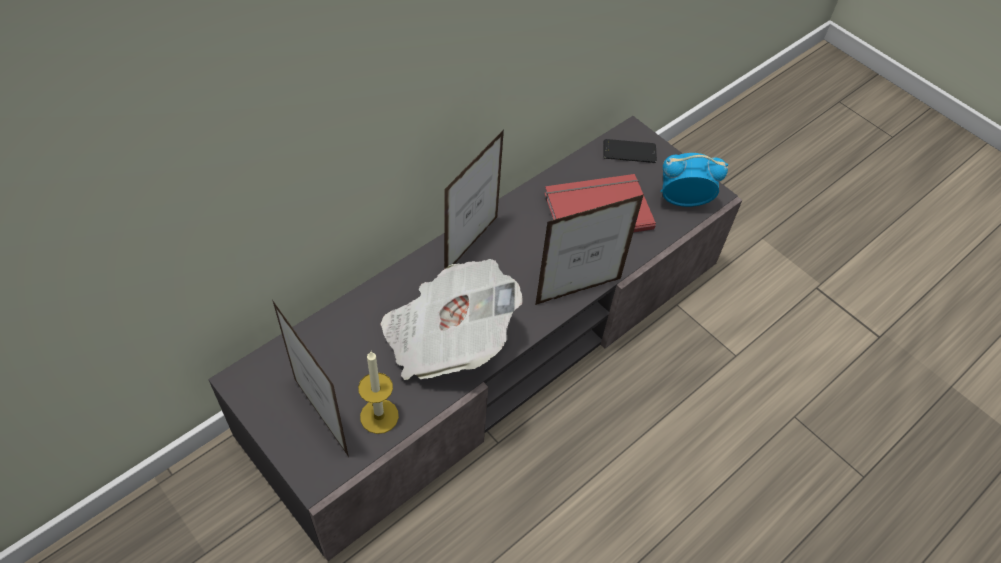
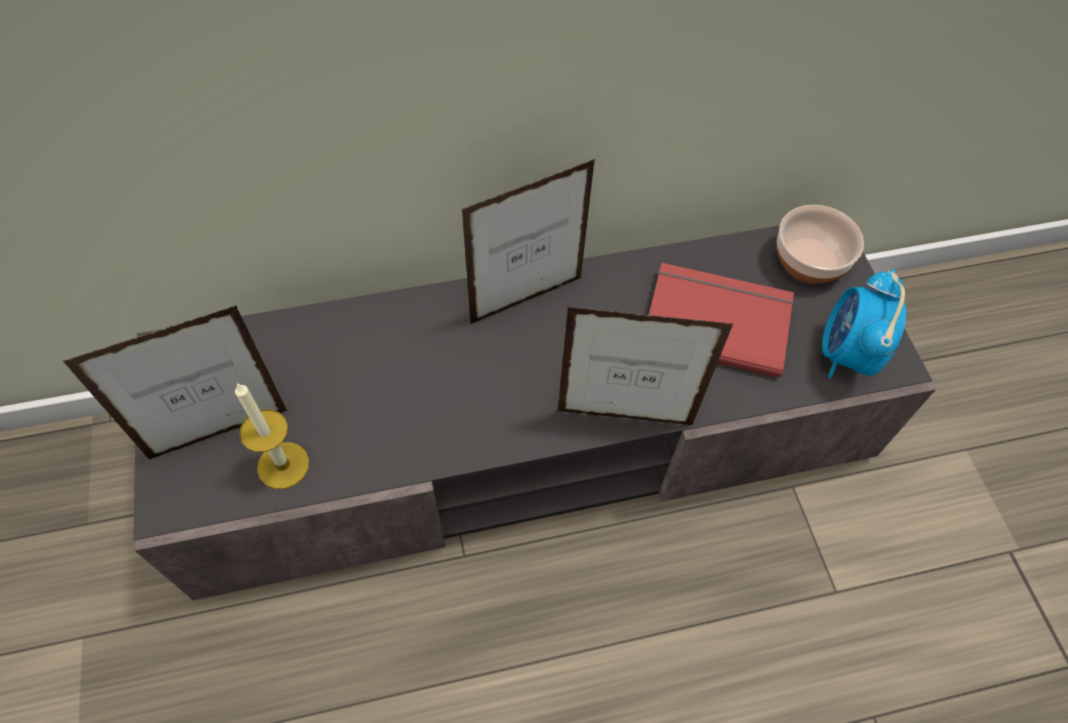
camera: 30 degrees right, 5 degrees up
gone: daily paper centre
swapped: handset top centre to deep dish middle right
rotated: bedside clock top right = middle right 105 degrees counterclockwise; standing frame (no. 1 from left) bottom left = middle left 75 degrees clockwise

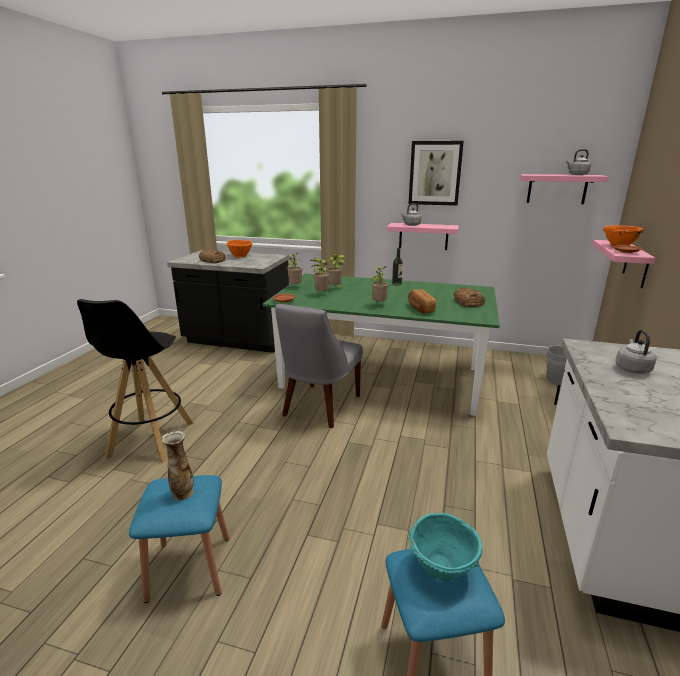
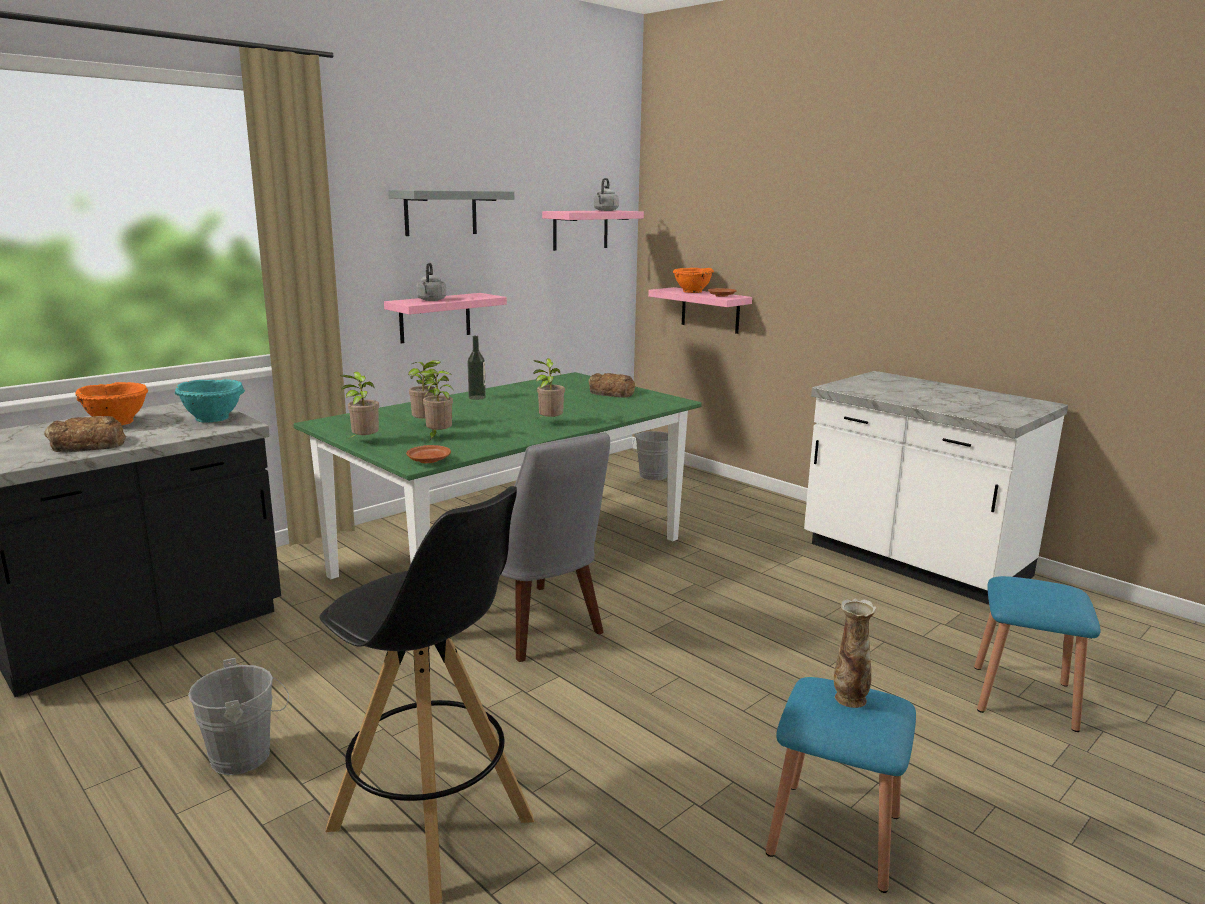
camera: 60 degrees left, 5 degrees down
gone: bread (no. 2 from left) centre; greyish kettle (no. 3 from left) middle right
new: greyish water bucket (no. 1 from left) bottom left
shifted: blue-green deep dish bottom centre to middle left
swapped: picture top centre to greyish bracket shelf top centre

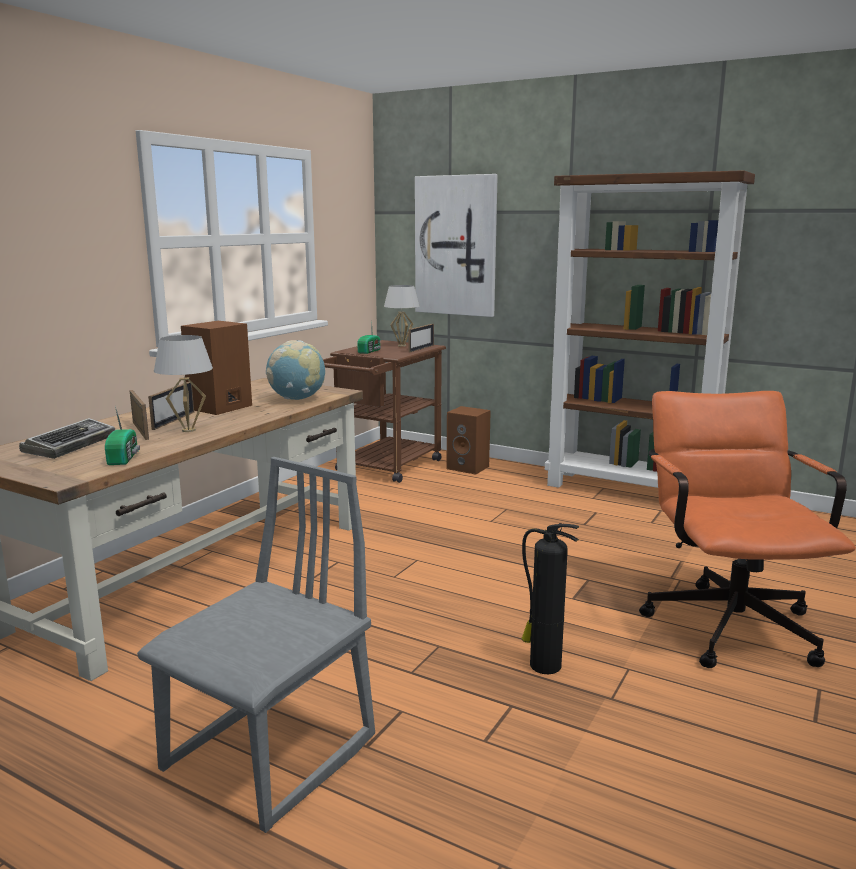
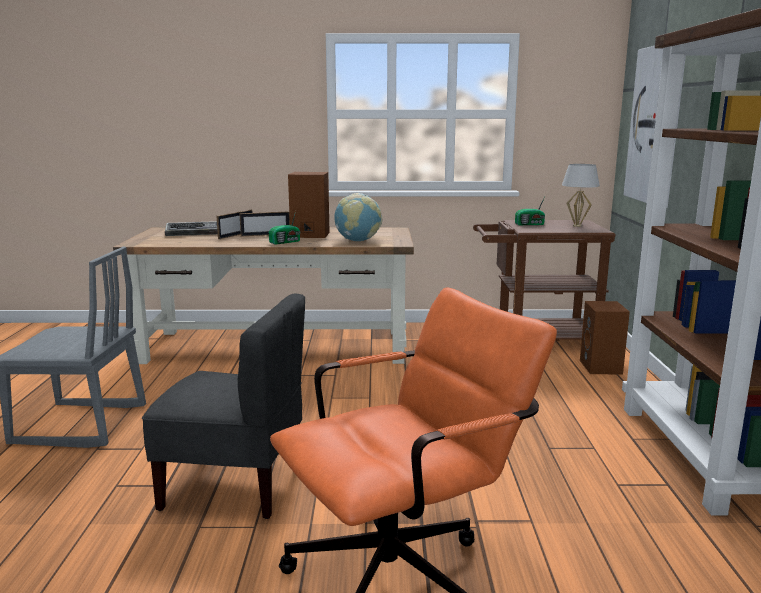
camera: 60 degrees right, 0 degrees up
gone: standing frame (no. 3 from left) centre; whitish tabletop lamp (no. 1 from left) middle left
shifted: radio receiver (no. 1 from left) middle left to centre
swapped: fire-fighting cylinder bottom centre to greyish upright chair (no. 2 from left) bottom left

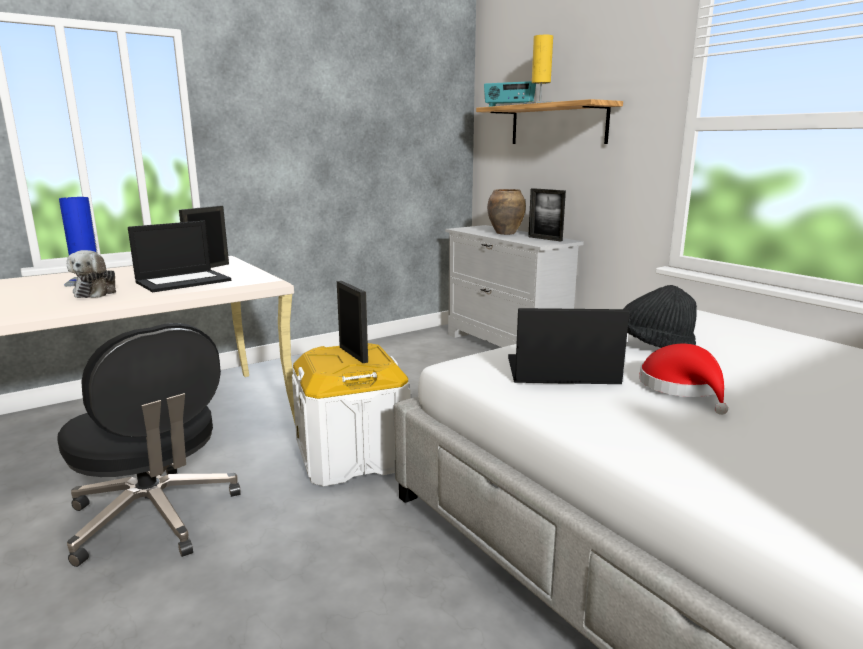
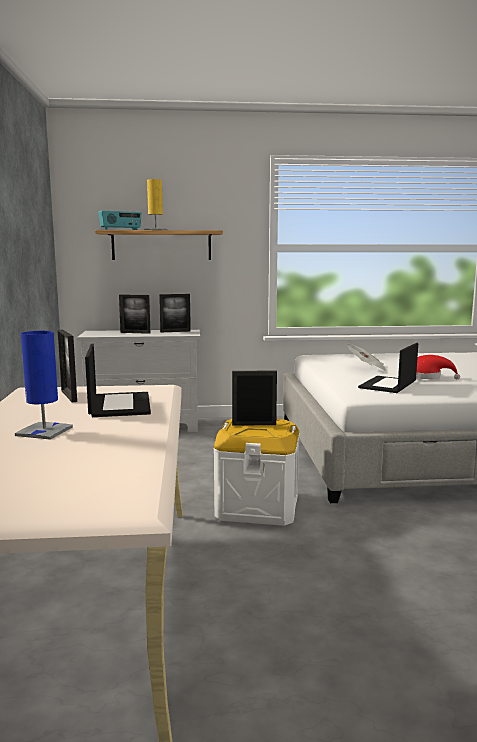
camera: 60 degrees left, 5 degrees down
gone: soft toy middle left; blackish computer chair bottom left
swapped: brownish flower vase top centre to standing frame (no. 2 from left) middle left; blackish wearable hat middle right to daily paper middle right

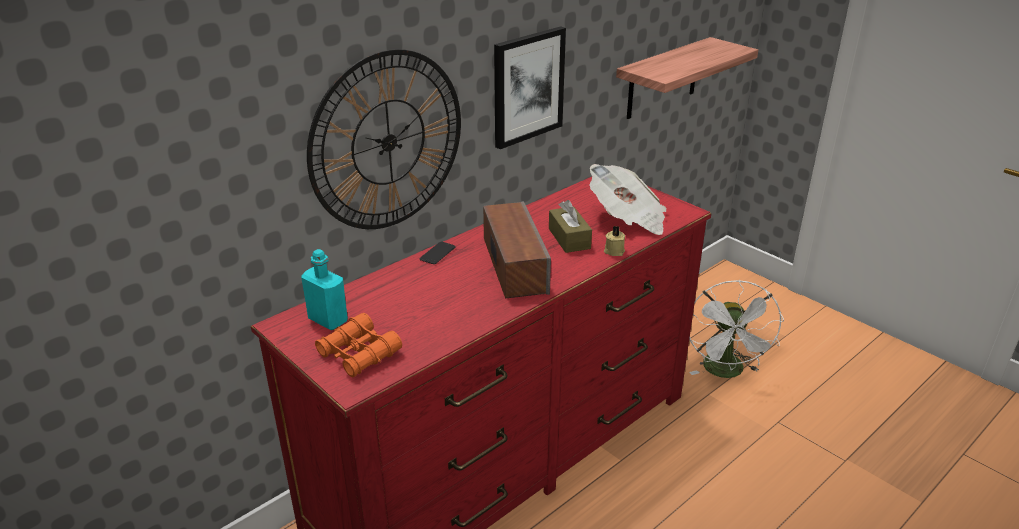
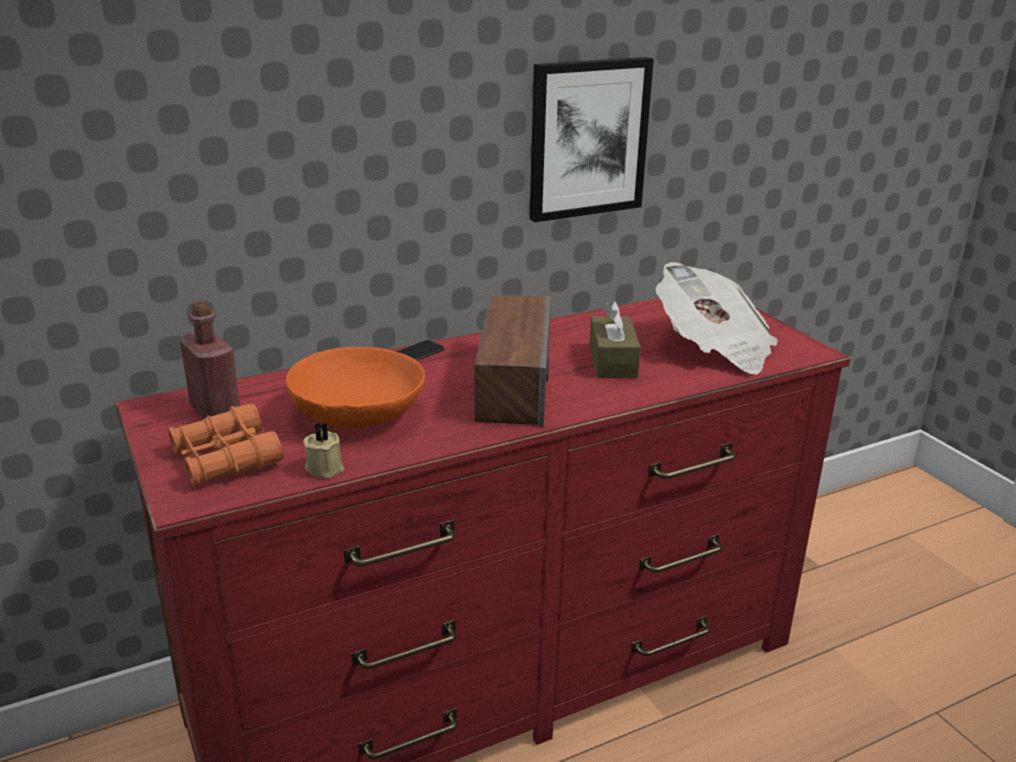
camera: 15 degrees right, 5 degrees down
gone: bracket shelf top right; wall clock top centre; whitish electric fan middle right
new: orange deep dish centre
shifted: sand-coloured wax light centre to middle left
repainted: blue-green drink bottle middle left to red drink bottle middle left

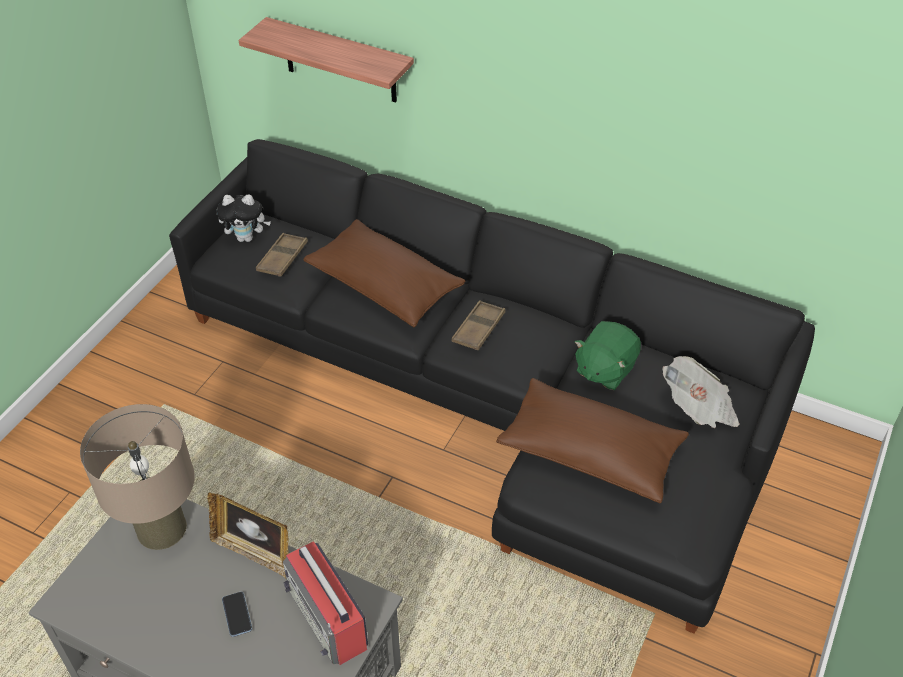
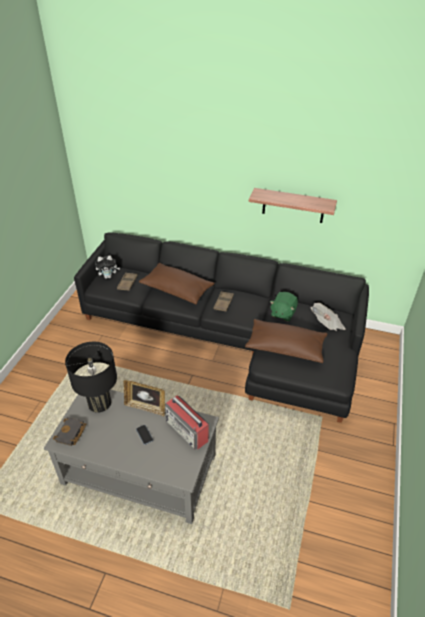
camera: 10 degrees left, 5 degrees down
new: blackish bound book bottom left
shifted: bracket shelf top centre to top right
repainted: sand-coloured tabletop lamp bottom left to blackish tabletop lamp middle left

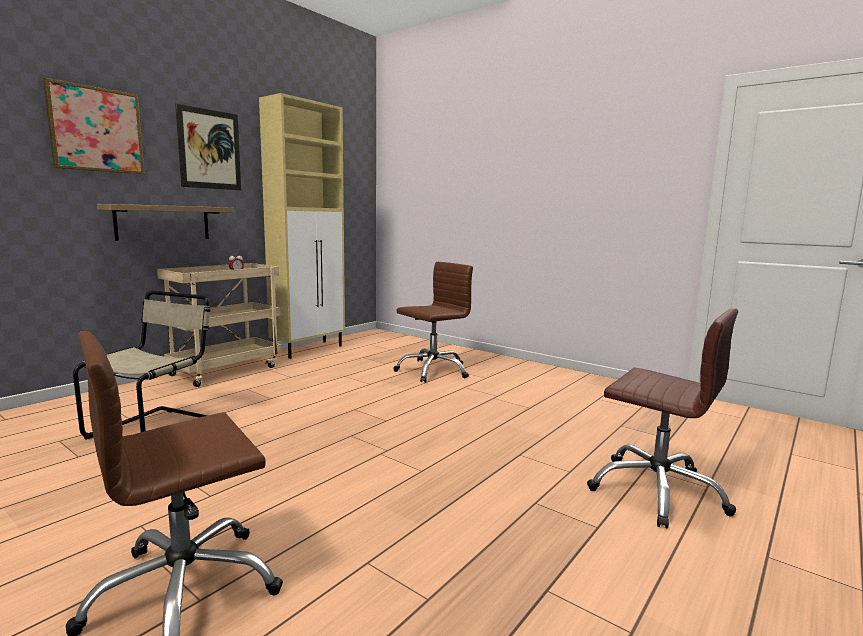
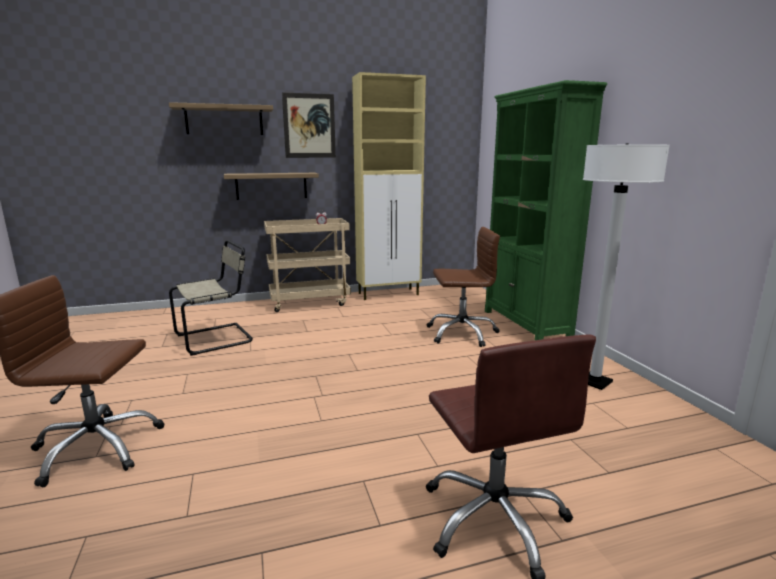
camera: 35 degrees right, 5 degrees up
new: green-coloured shelving unit middle right; whitish standard lamp middle right
swapped: picture (no. 1 from left) top left to bracket shelf (no. 1 from left) top left

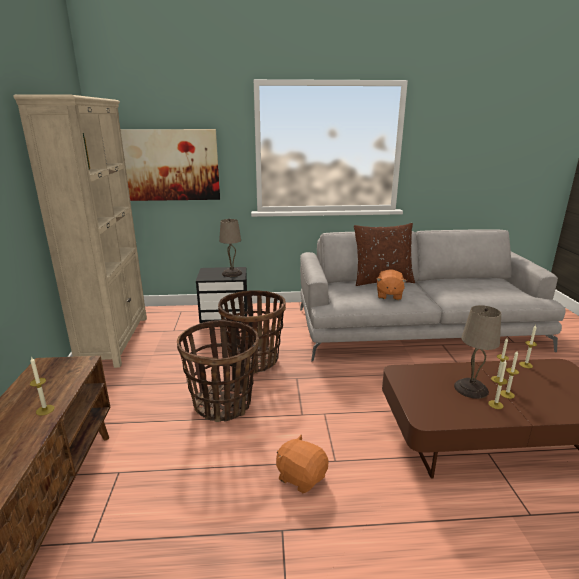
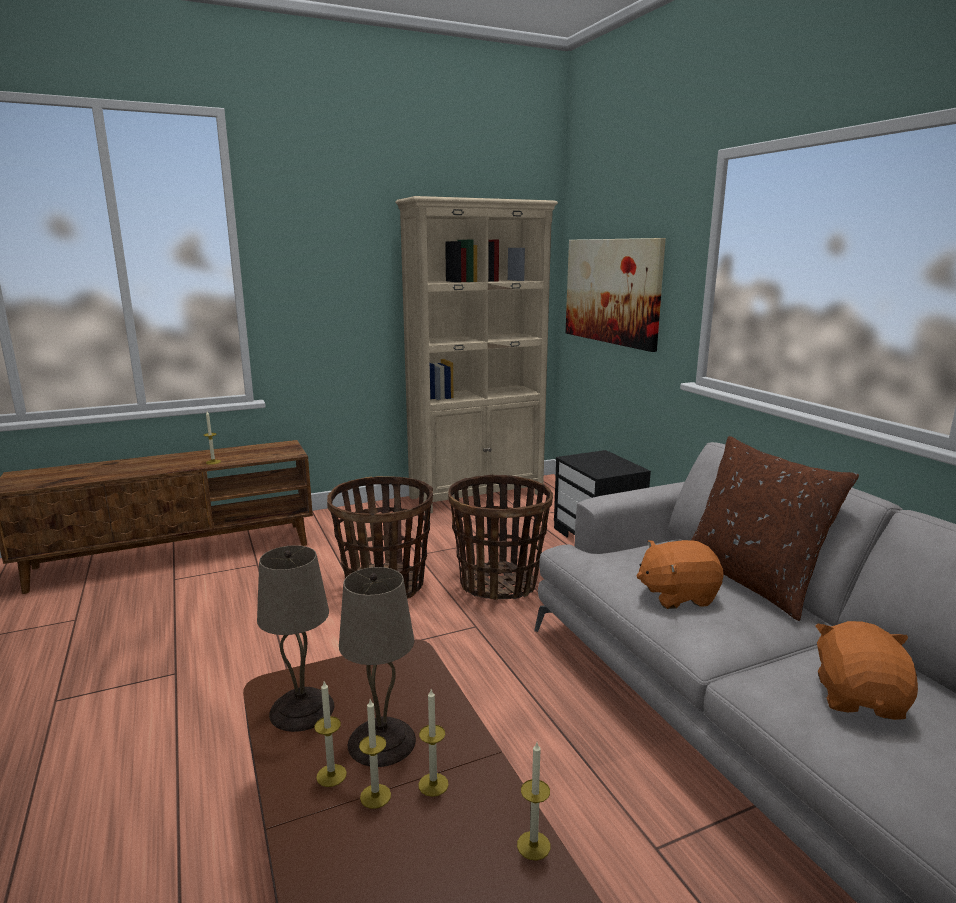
camera: 70 degrees right, 5 degrees down
shifted: sand-coloured tabletop lamp (no. 1 from left) centre to bottom left; orange soft toy (no. 1 from left in the first image) bottom centre to orange soft toy (no. 2 from left) bottom right

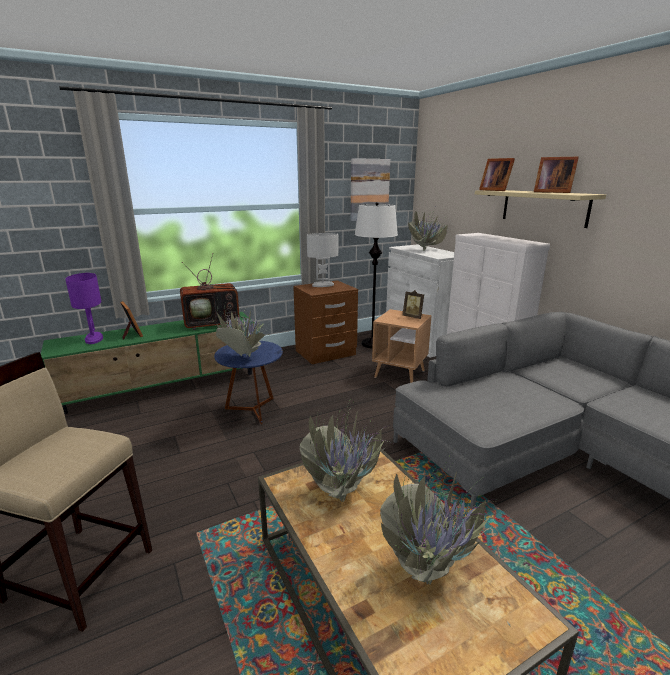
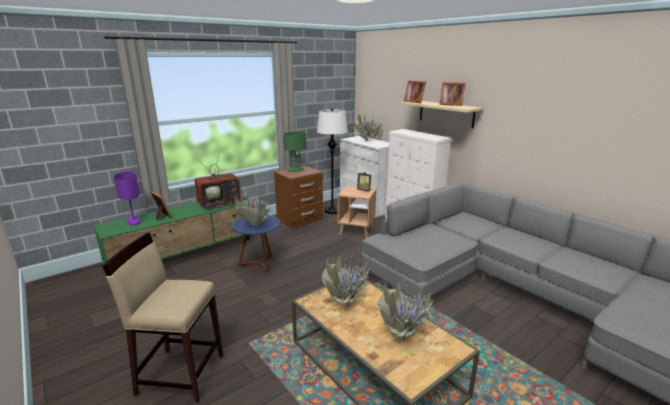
camera: 10 degrees left, 0 degrees up
gone: picture top centre
repainted: whitish tabletop lamp centre to green-coloured tabletop lamp centre

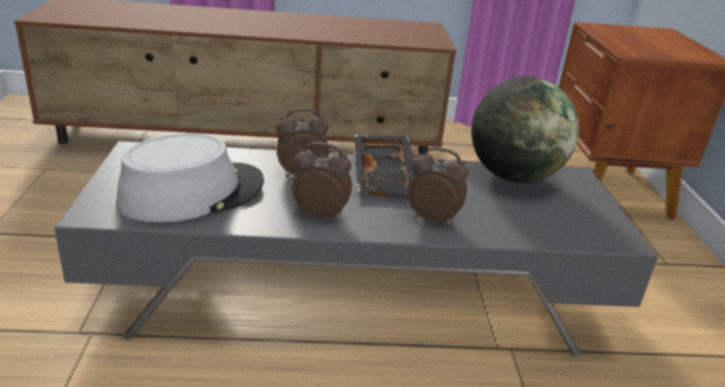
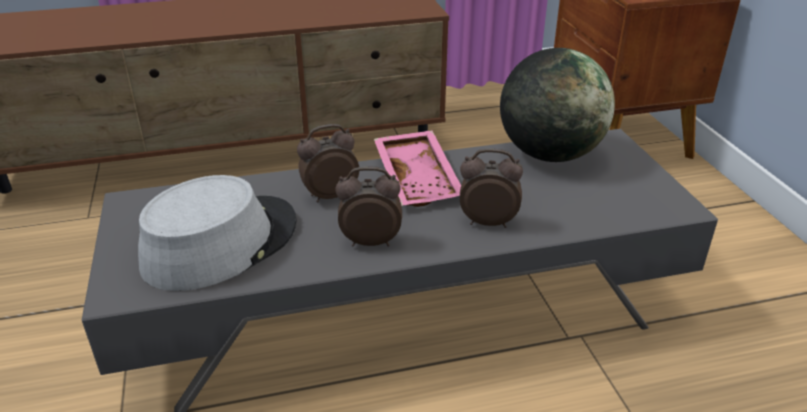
camera: 10 degrees left, 5 degrees up
repainted: blackish carrying tray centre to pink carrying tray centre

